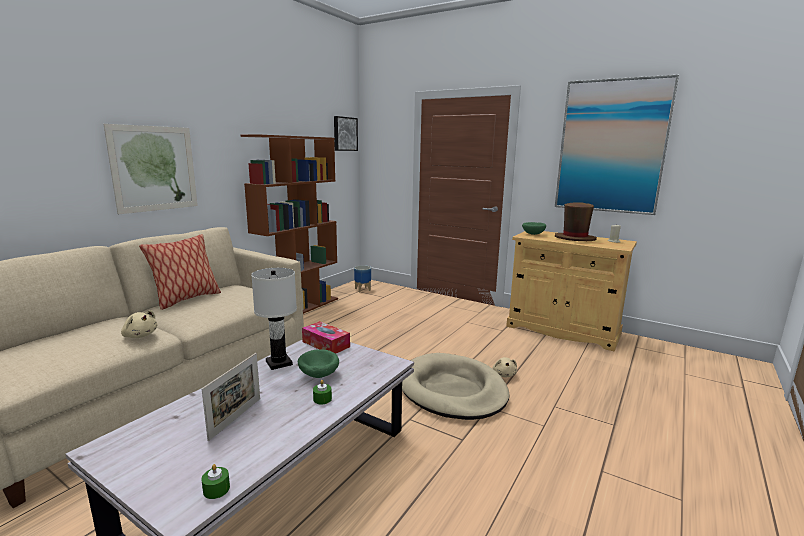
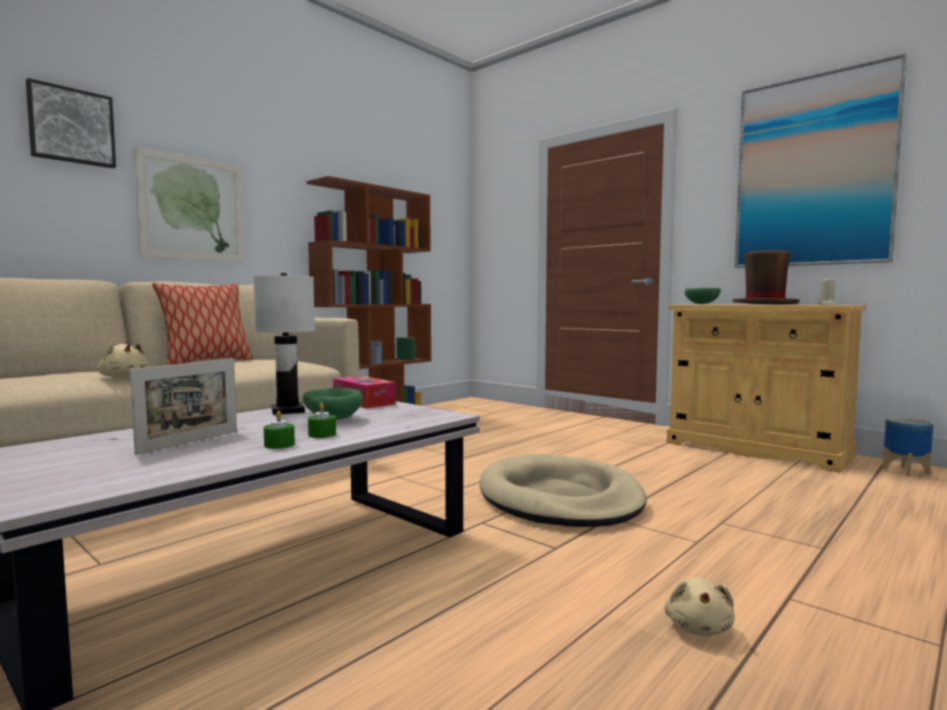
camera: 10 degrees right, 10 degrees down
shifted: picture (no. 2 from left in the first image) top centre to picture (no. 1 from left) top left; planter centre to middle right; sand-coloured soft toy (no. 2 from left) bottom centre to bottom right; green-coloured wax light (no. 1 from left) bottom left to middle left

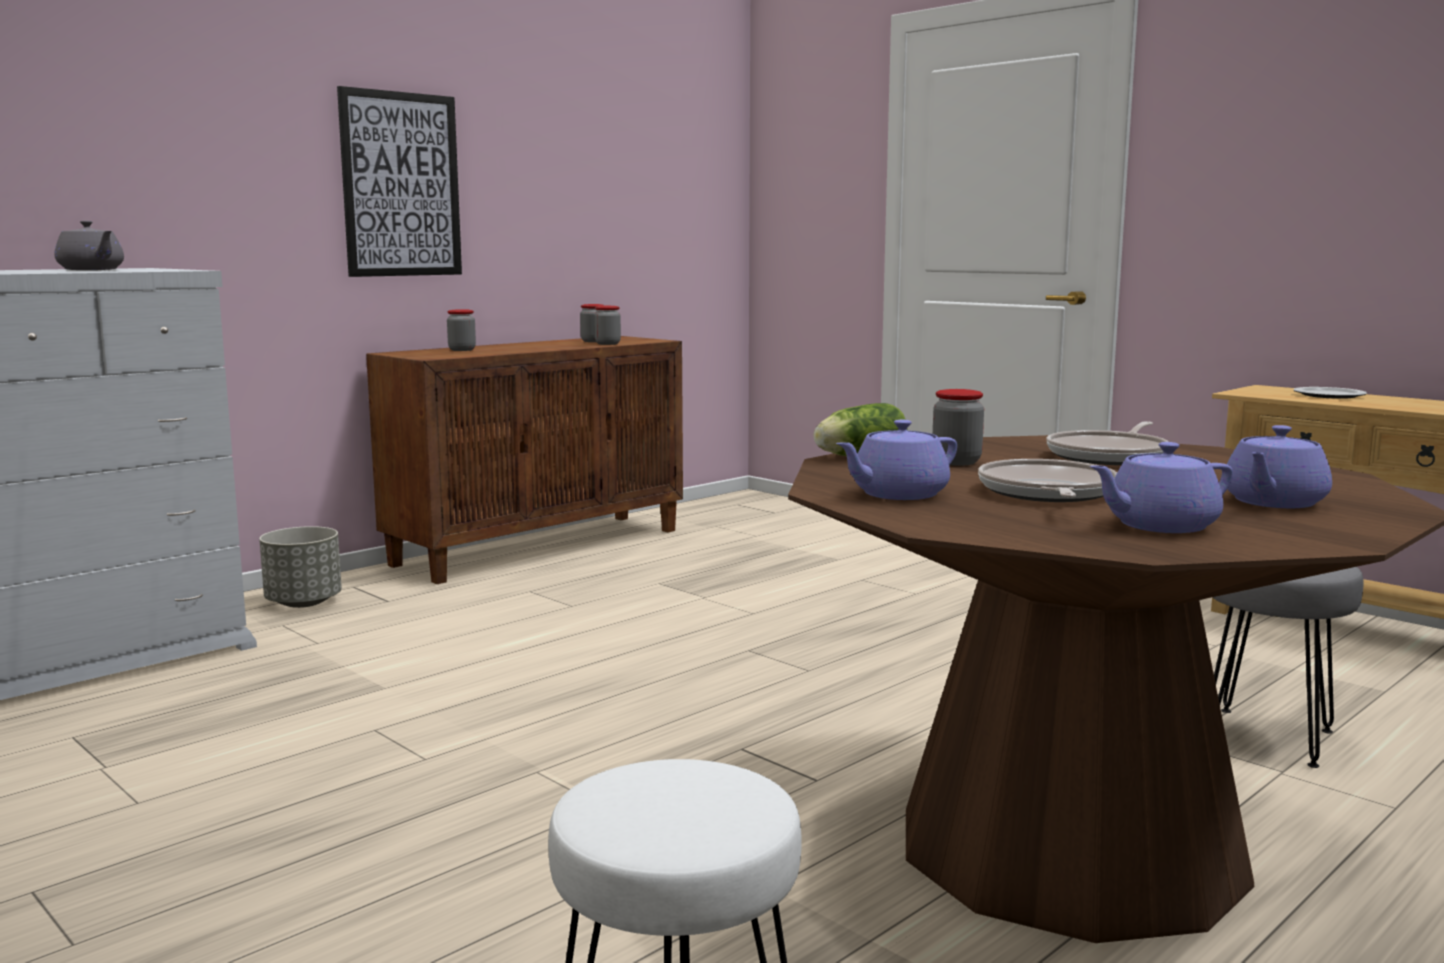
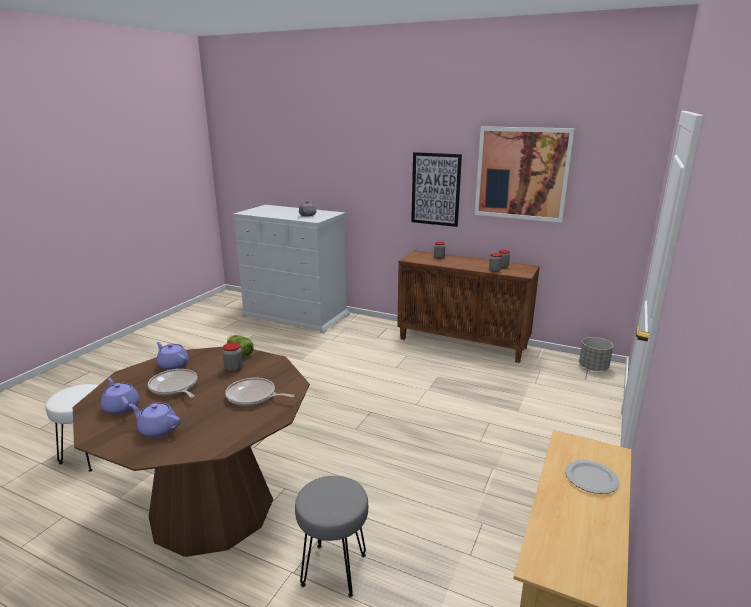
camera: 70 degrees right, 10 degrees up
new: picture (no. 2 from left) top right
shifted: greyish planter middle left to middle right
rotated: skillet (no. 1 from left) middle right = middle left 120 degrees counterclockwise

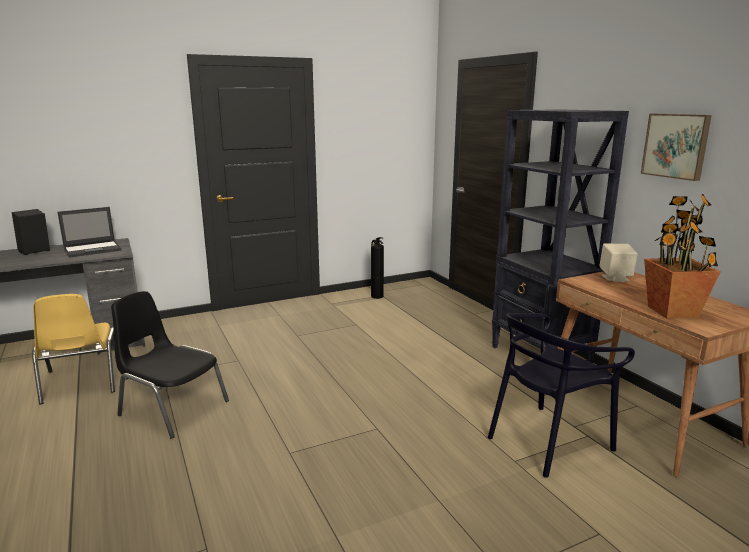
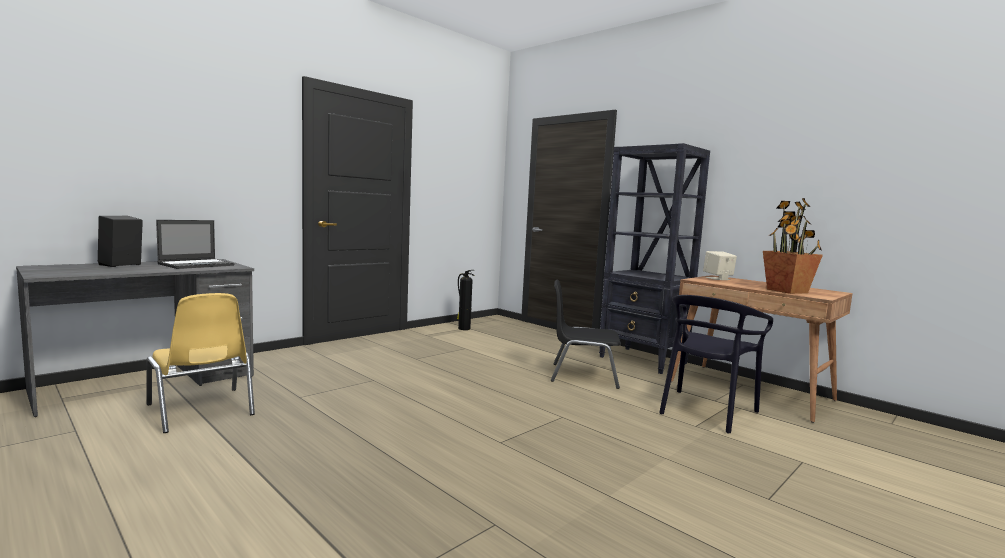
camera: 20 degrees left, 10 degrees down
gone: picture top right
shifted: blackish upright chair (no. 1 from left) middle left to centre

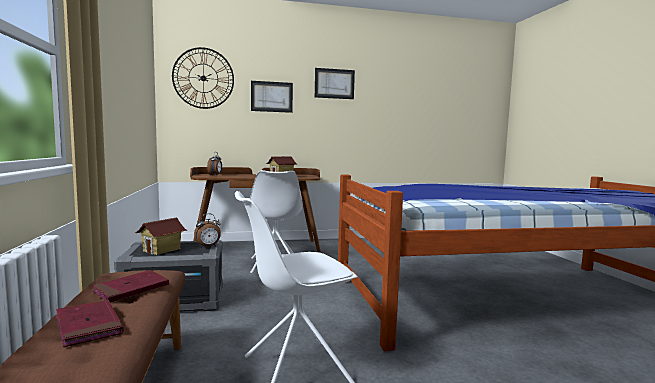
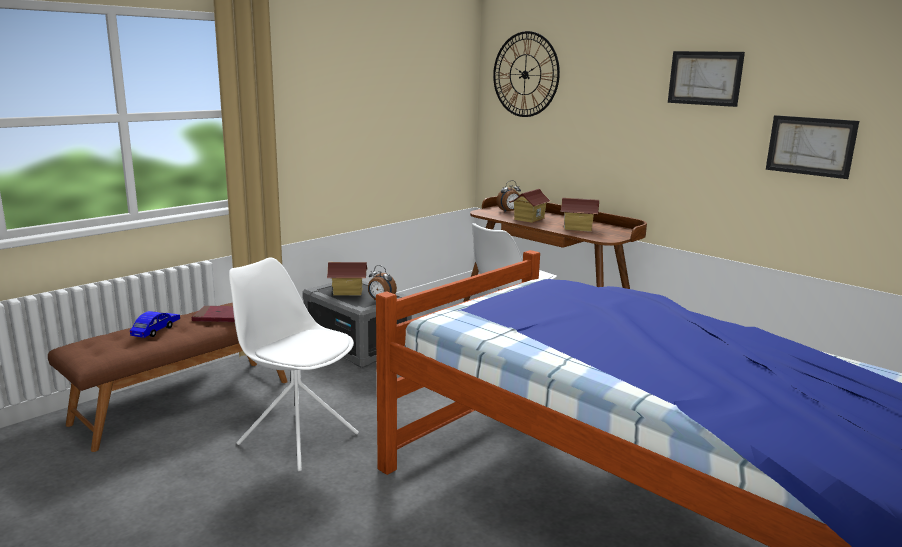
camera: 55 degrees right, 10 degrees up
new: model house (no. 2 from left) centre
shifted: picture (no. 1 from left in the first image) top centre to picture (no. 2 from left) top right
swapped: red bound book (no. 1 from left) bottom left to blue-coloured model car middle left

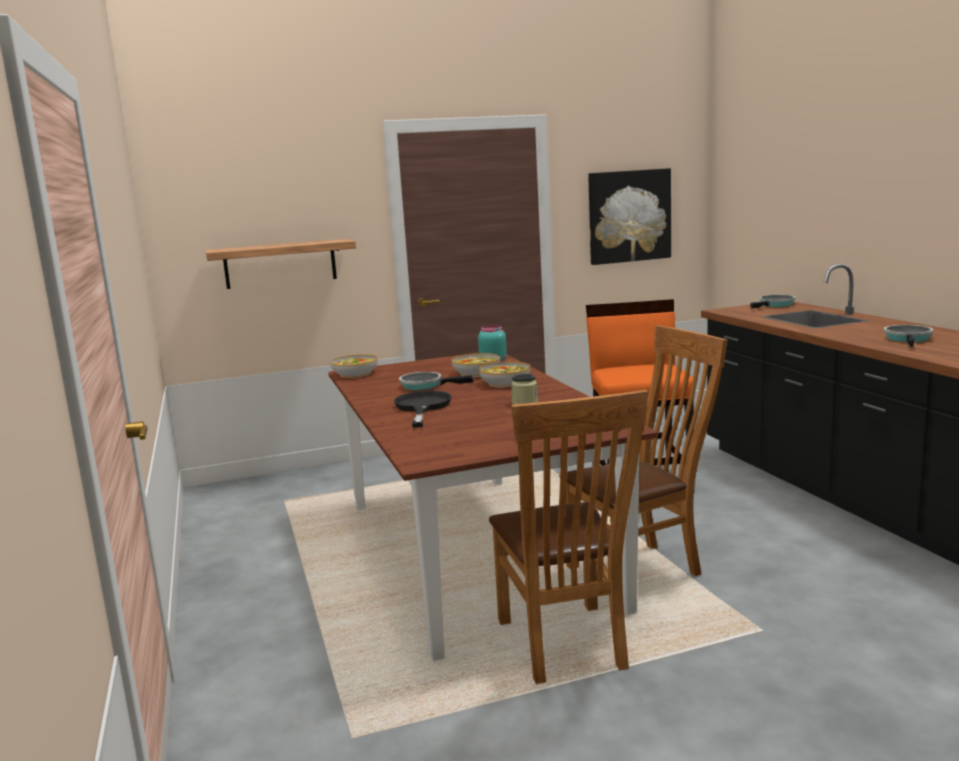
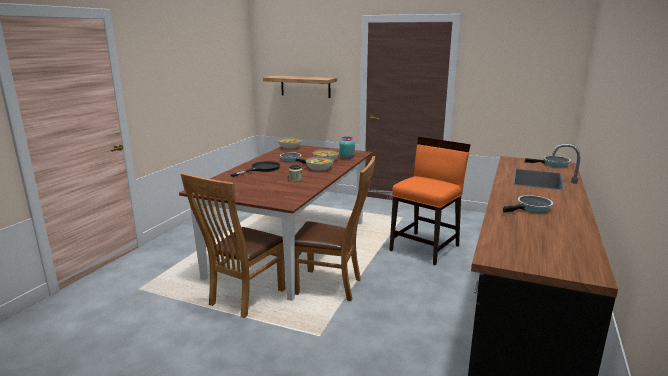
camera: 40 degrees right, 5 degrees up
gone: picture top centre

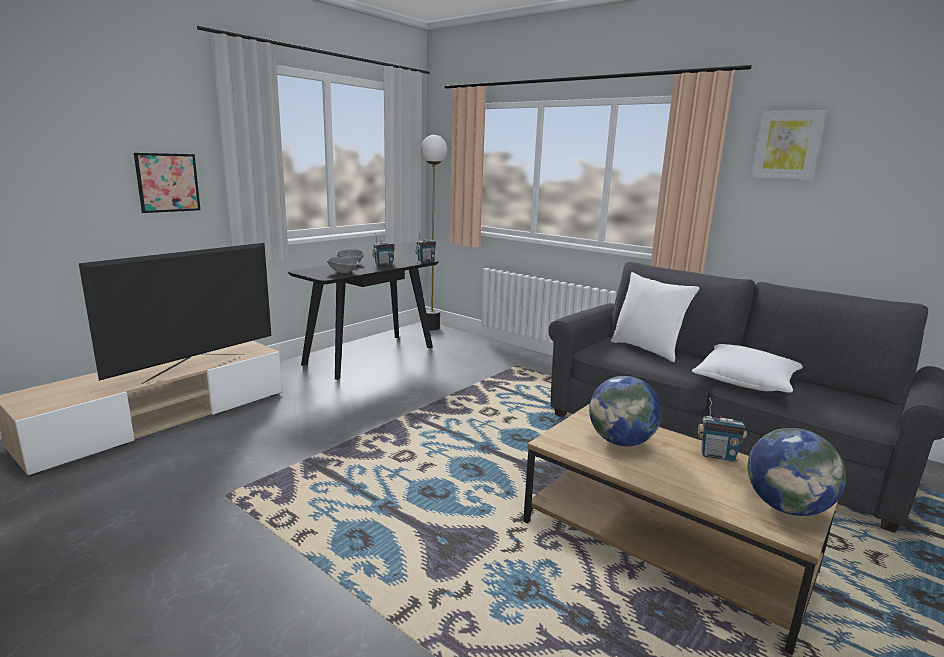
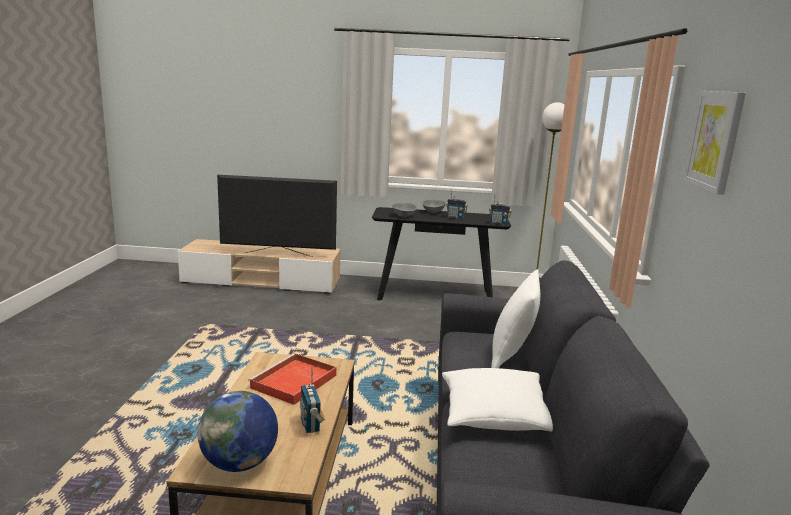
camera: 55 degrees right, 0 degrees up
gone: picture (no. 1 from left) top left
swapped: world globe (no. 1 from left) centre to red carrying tray bottom centre

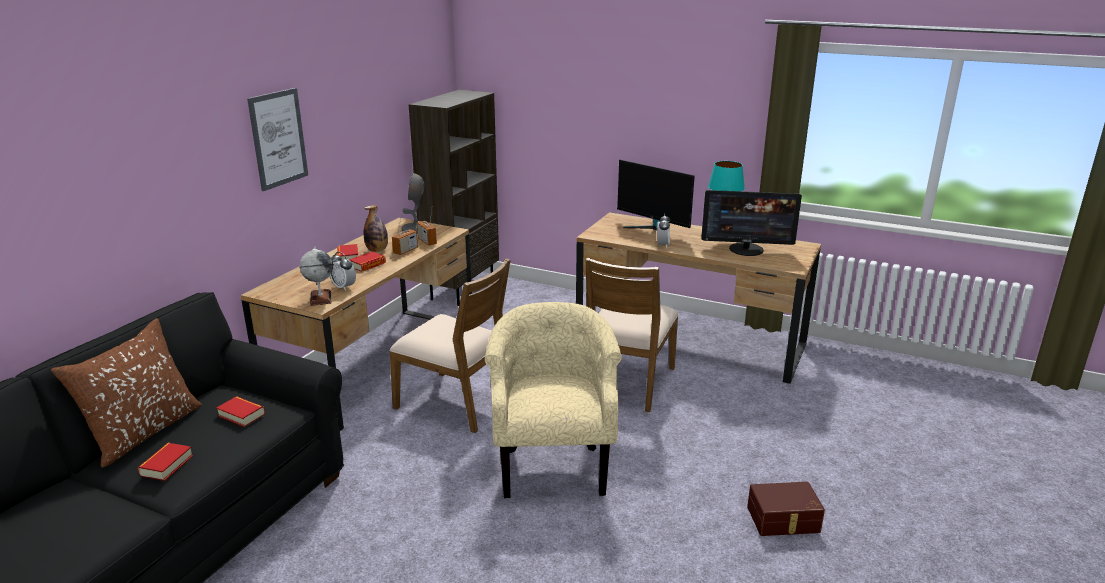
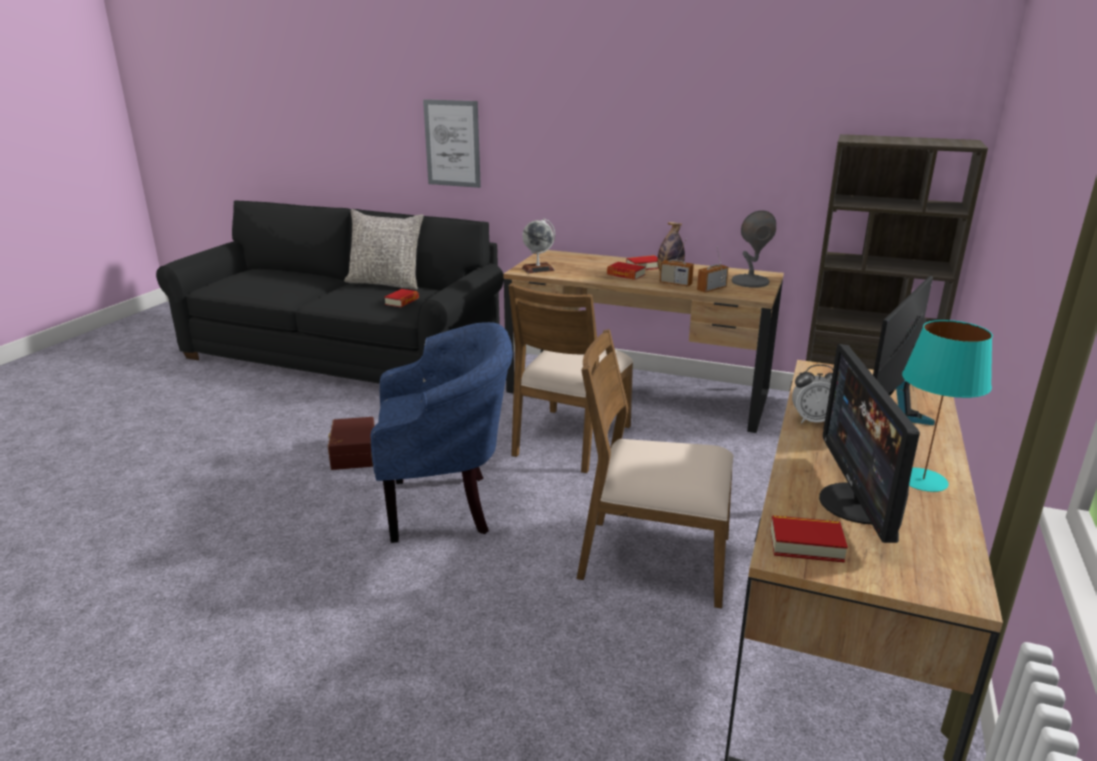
camera: 85 degrees right, 0 degrees up
gone: bedside clock (no. 1 from left) middle left
shifted: picture top left to top centre; bound book (no. 1 from left in the first image) bottom left to bound book (no. 4 from left) bottom right; brownish storage container bottom right to middle left
repainted: sand-coloured easy chair bottom centre to blue-coloured easy chair centre; brownish throw pillow bottom left to greyish throw pillow top centre

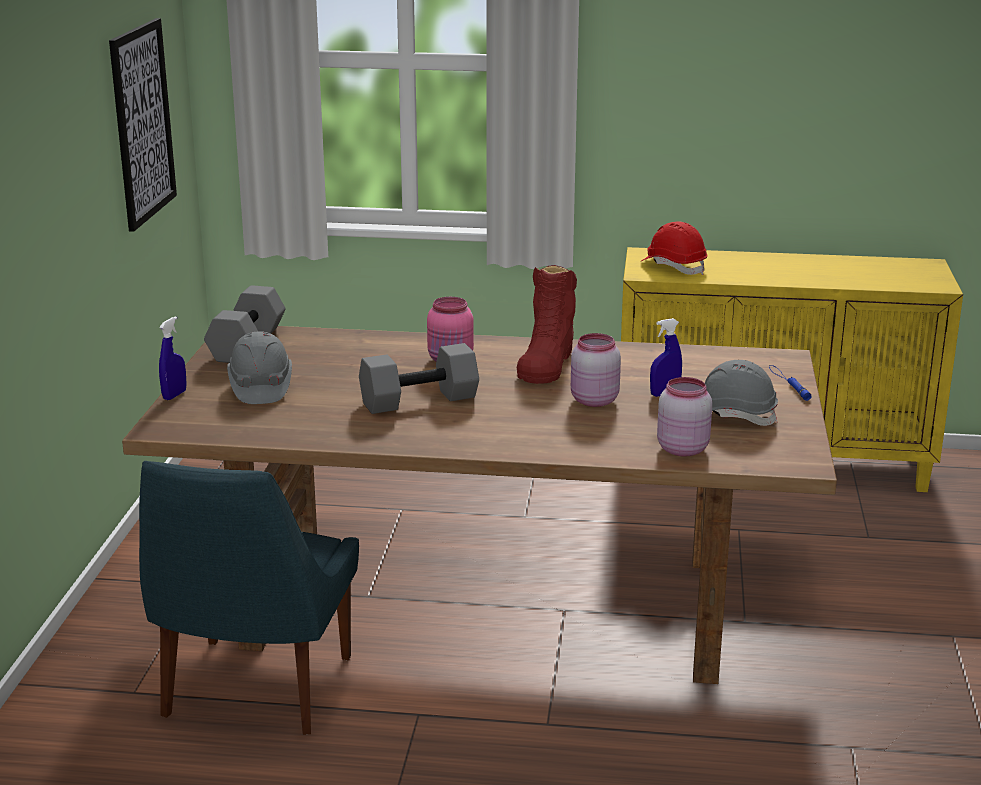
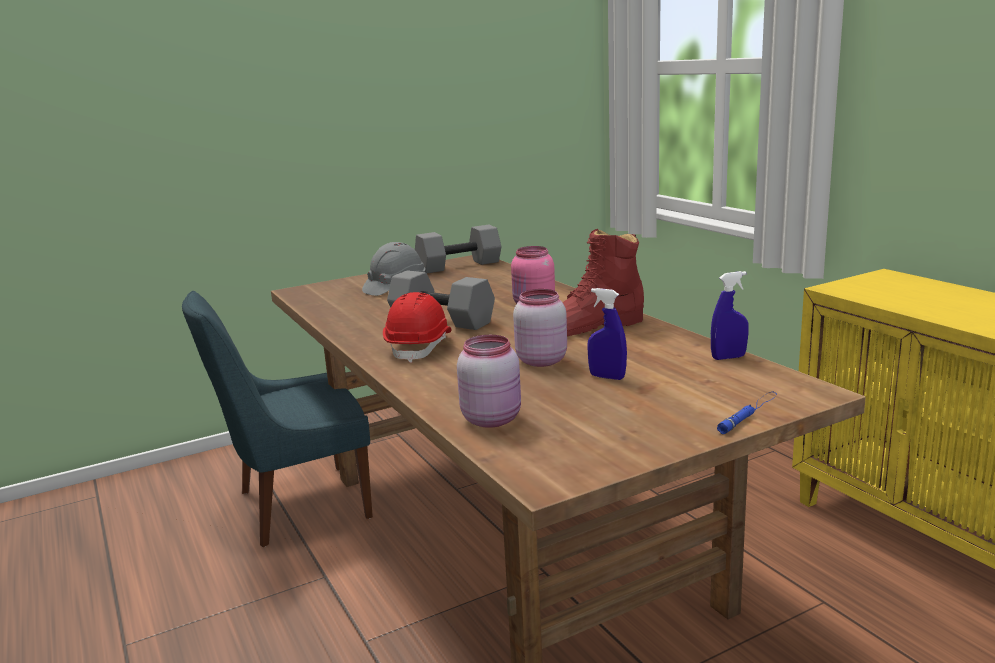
camera: 55 degrees right, 5 degrees down
gone: picture top left; greyish work helmet (no. 2 from left) middle right
shifted: red work helmet top right to centre; blue-coloured hand sprayer (no. 1 from left in the first image) middle left to blue-coloured hand sprayer (no. 2 from left) middle right

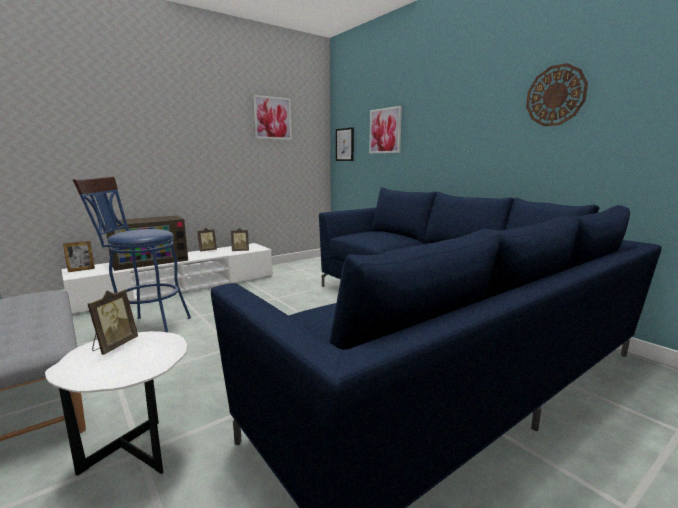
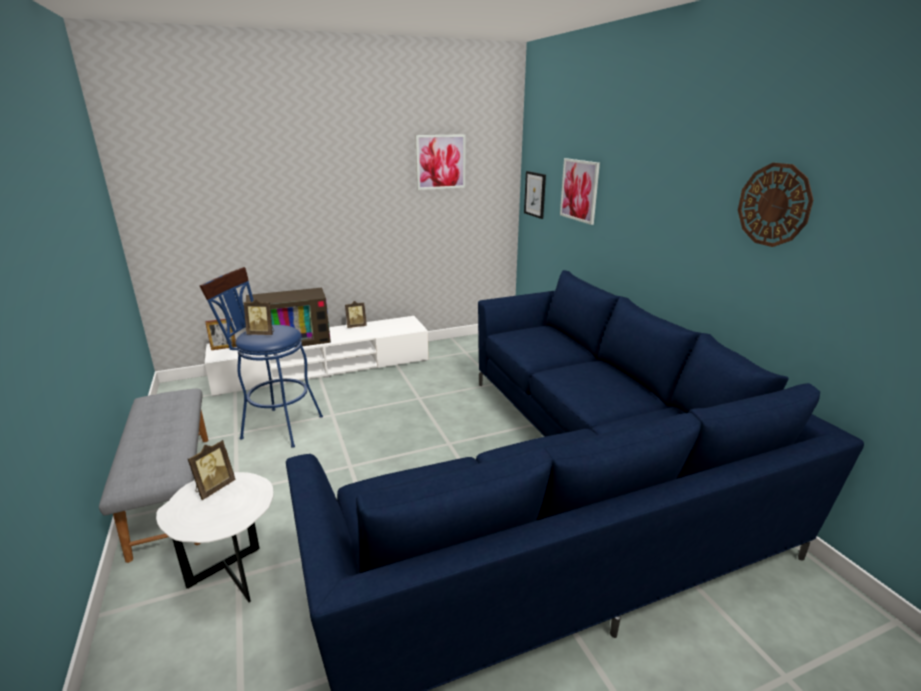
camera: 15 degrees right, 10 degrees up
shifted: standing frame (no. 4 from left in the first image) centre to standing frame (no. 3 from left) middle left

